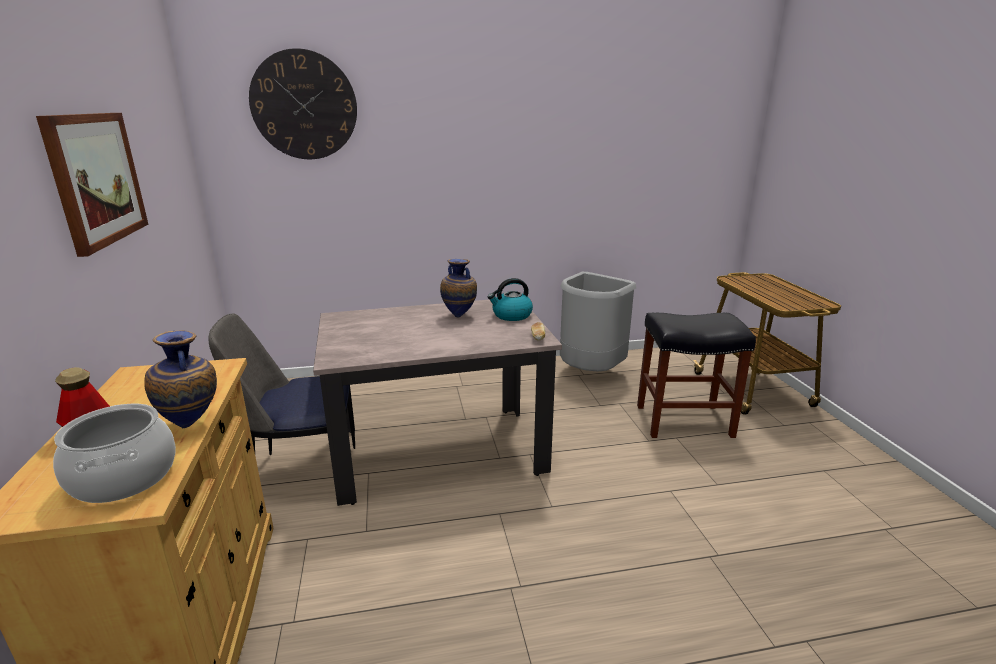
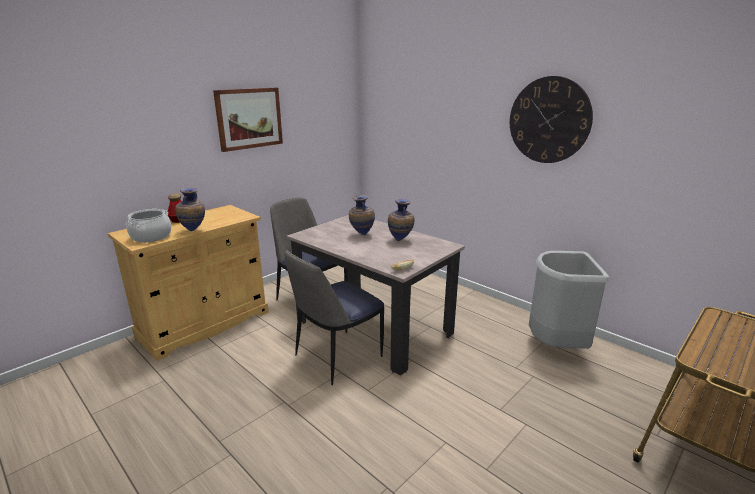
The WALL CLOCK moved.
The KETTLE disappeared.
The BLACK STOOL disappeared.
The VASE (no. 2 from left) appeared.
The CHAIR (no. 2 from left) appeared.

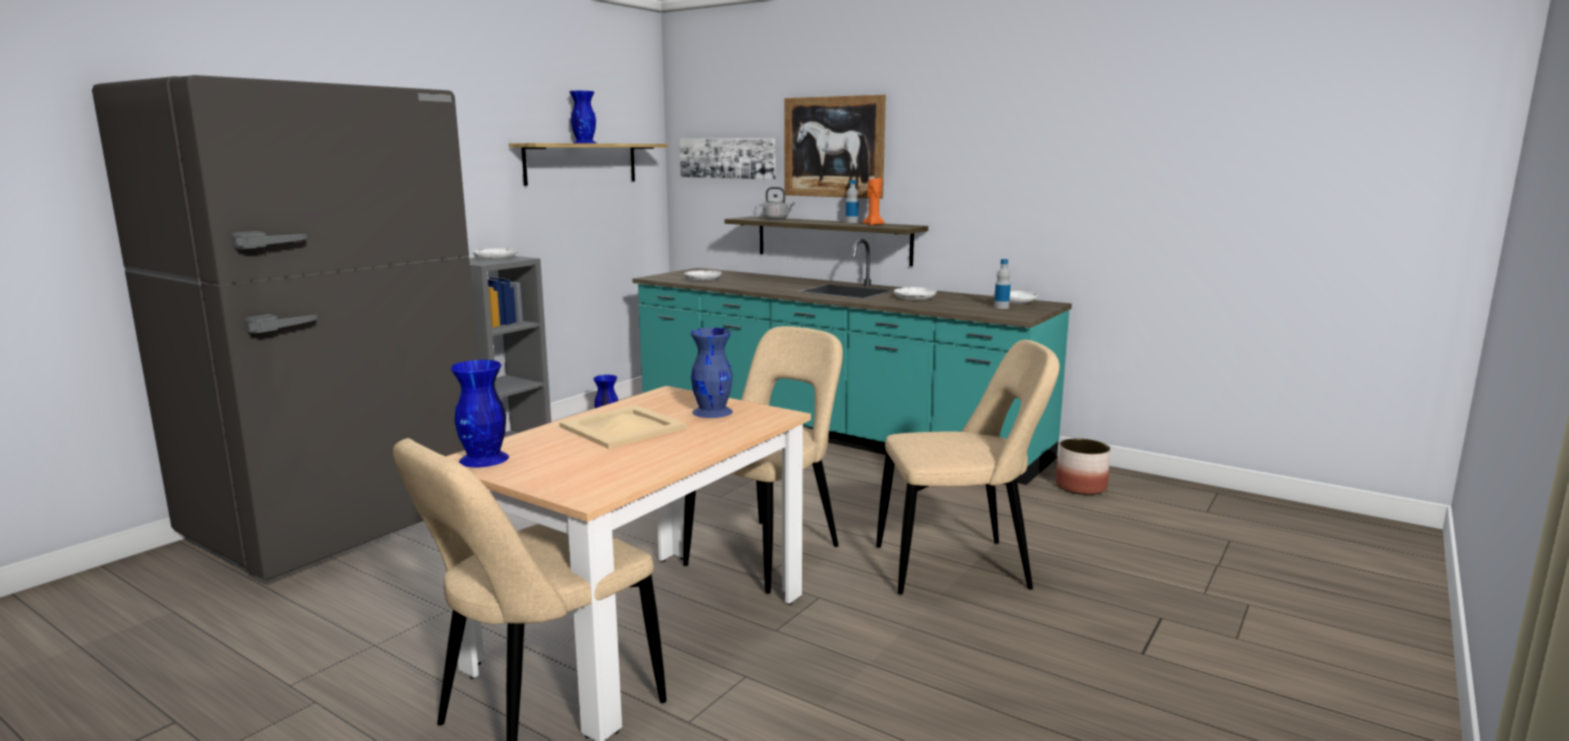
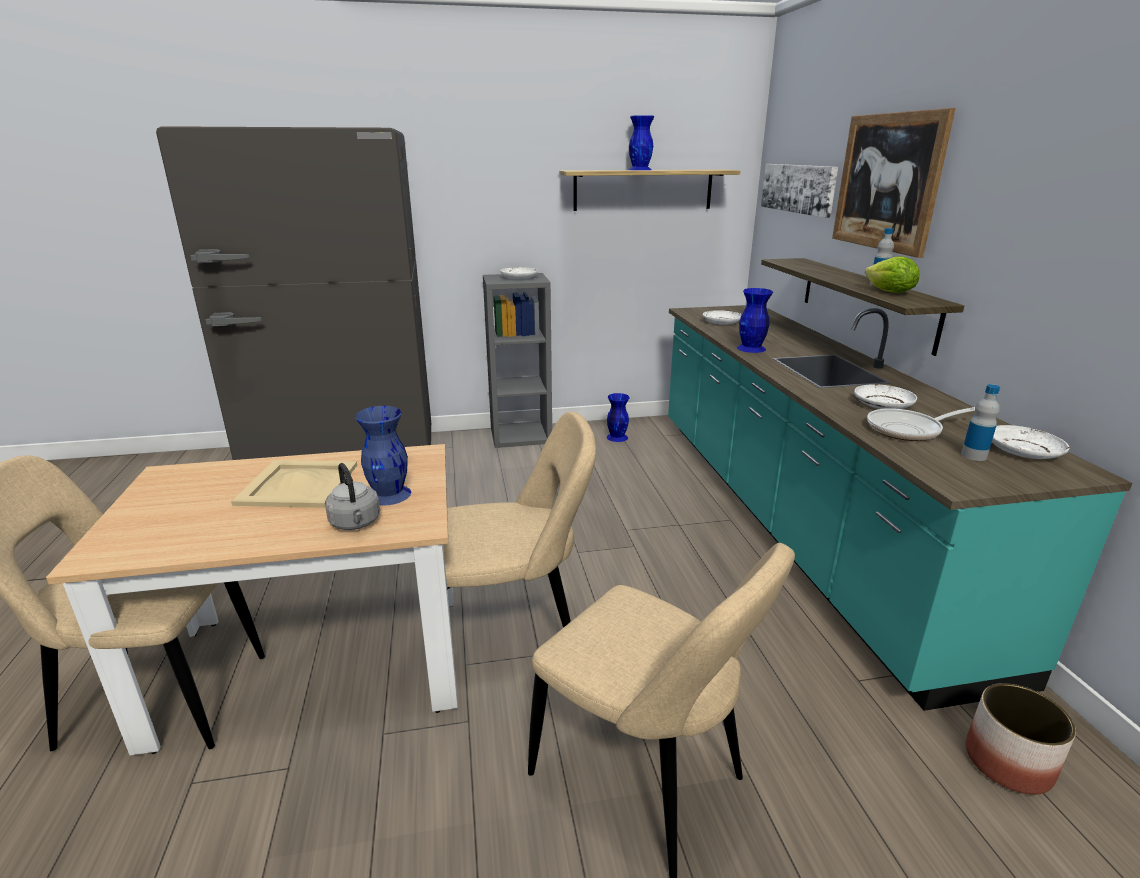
The ORANGE CANDLE was replaced by the LETTUCE.
The GREY KETTLE moved.
The BLUE VASE (no. 1 from left in the first image) moved.
The FRYING PAN appeared.

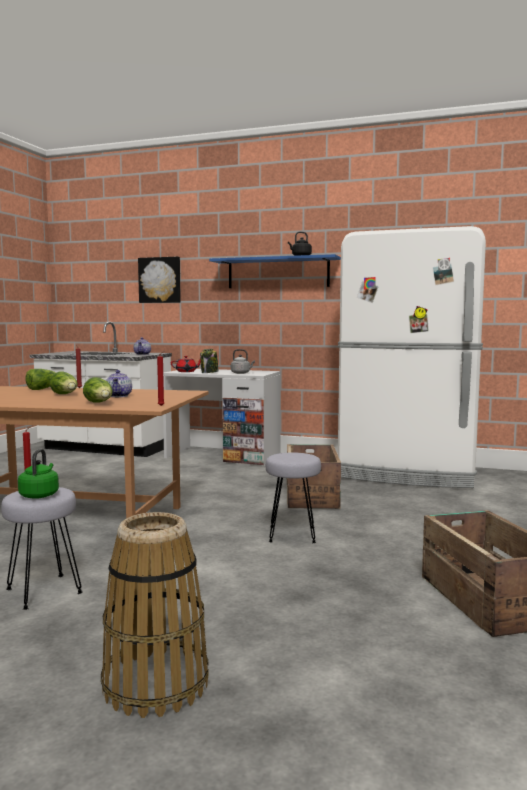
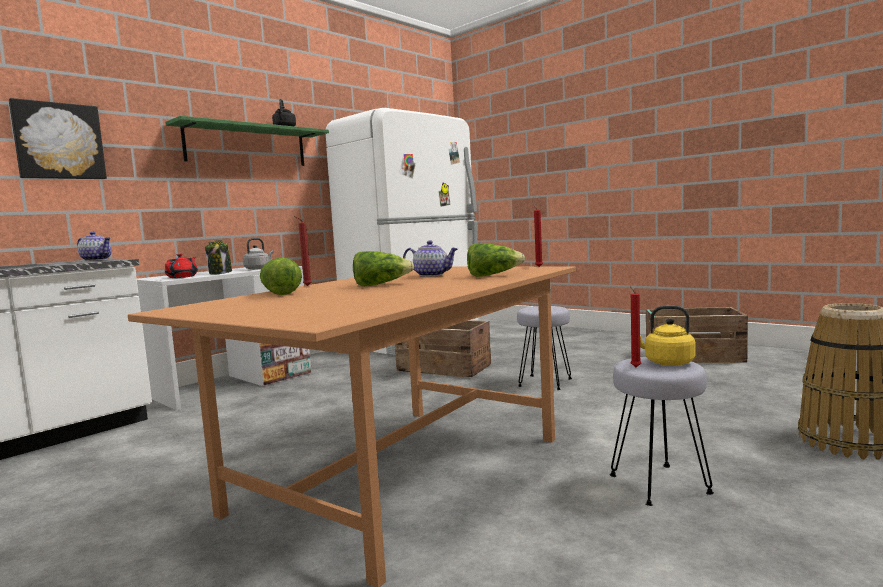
The BLUE SHELF became the GREEN SHELF.
The GREEN KETTLE became the YELLOW KETTLE.

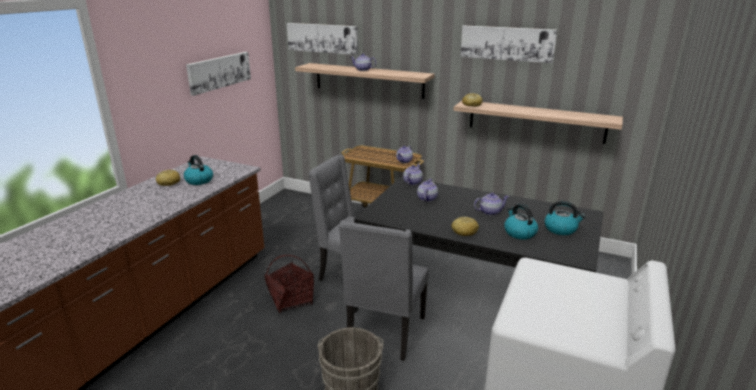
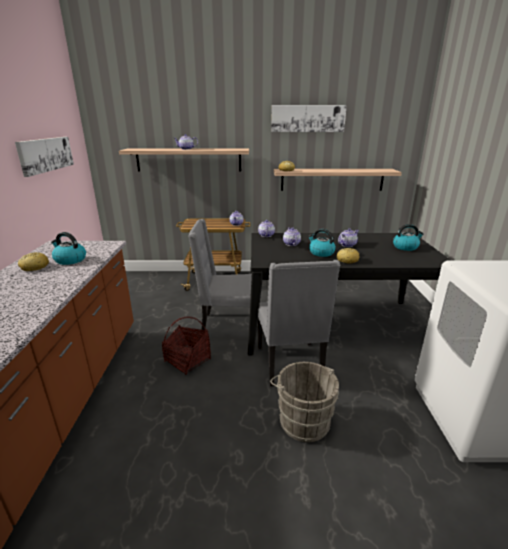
The PICTURE (no. 2 from left) disappeared.
The KETTLE (no. 2 from left) moved.

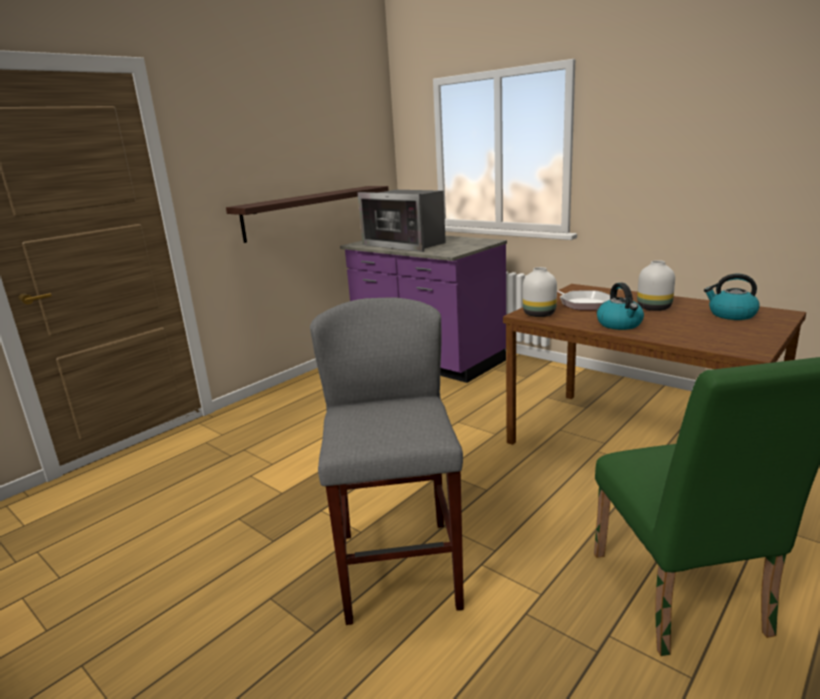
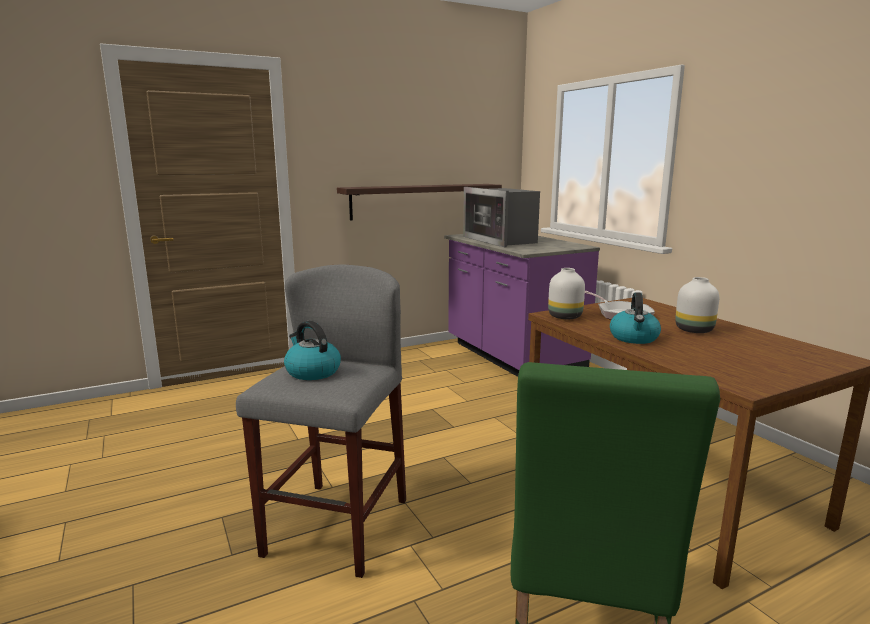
The KETTLE (no. 2 from left in the first image) moved.

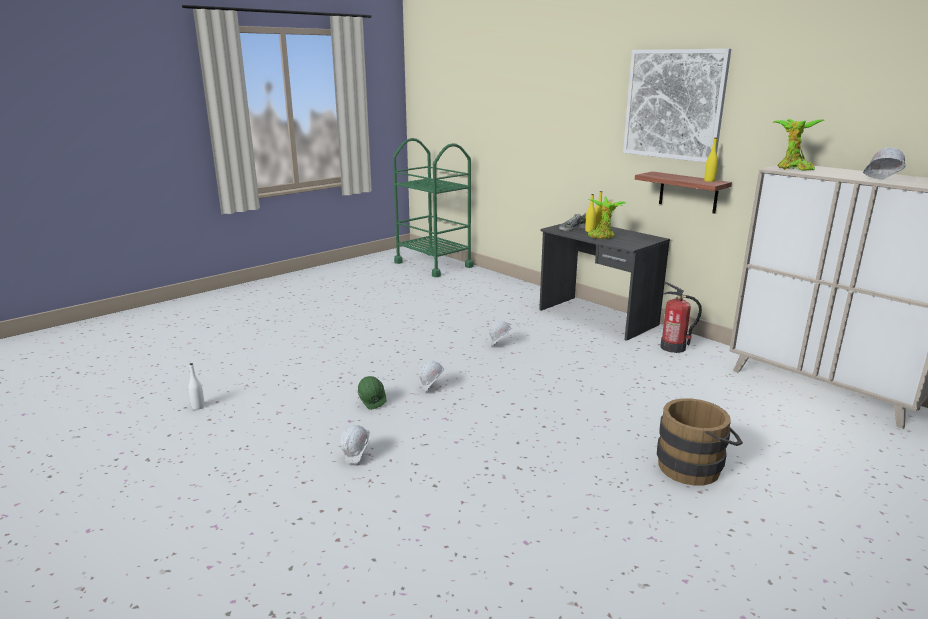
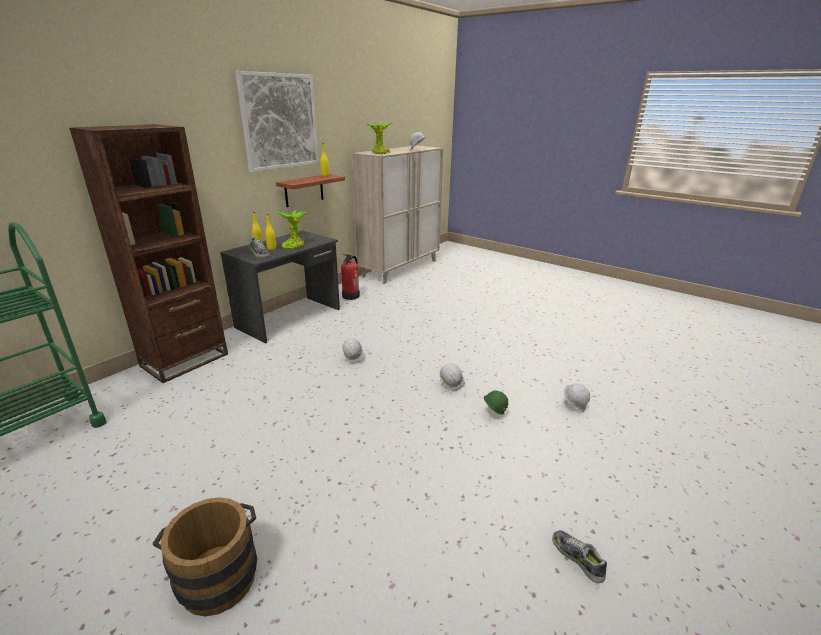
The WHITE BOTTLE was replaced by the SHOE (no. 2 from left).
The BROWN BUCKET moved.
The BROWN BOOKCASE appeared.

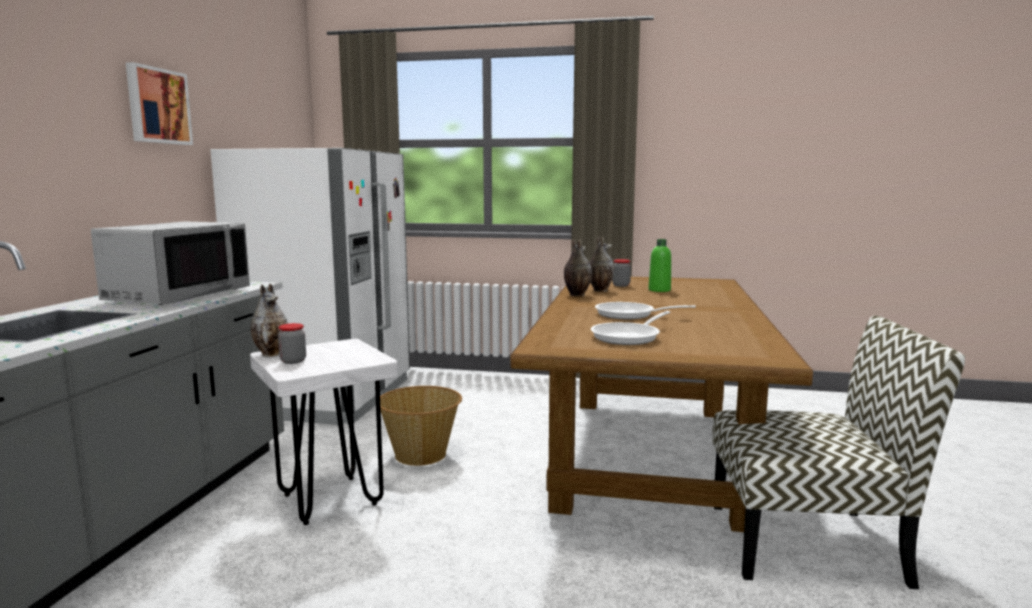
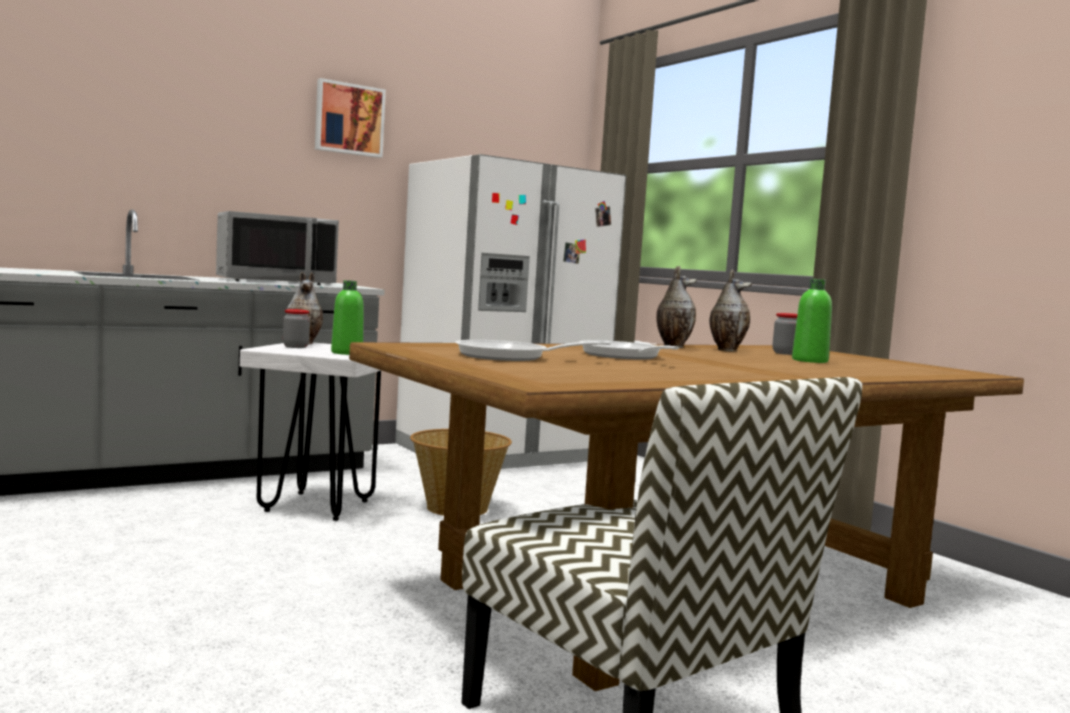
The GREEN BOTTLE (no. 1 from left) appeared.

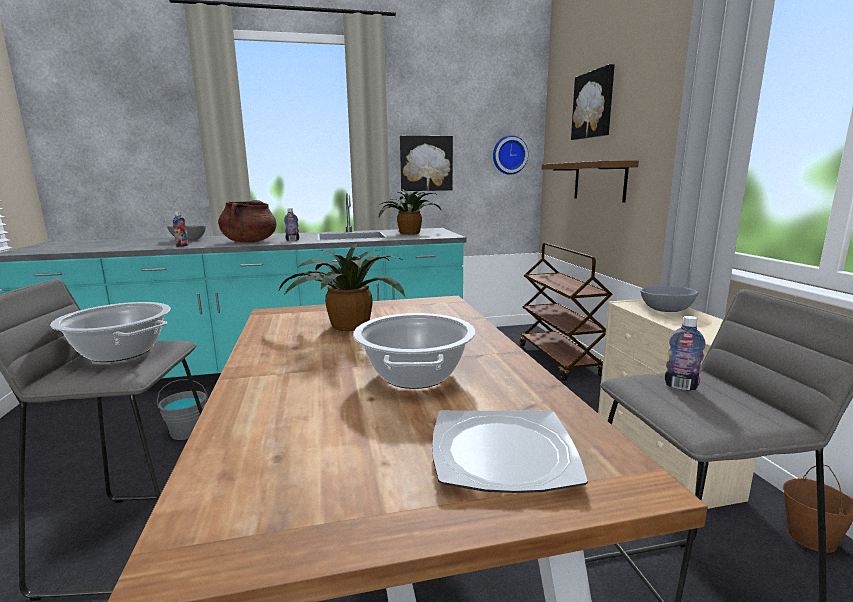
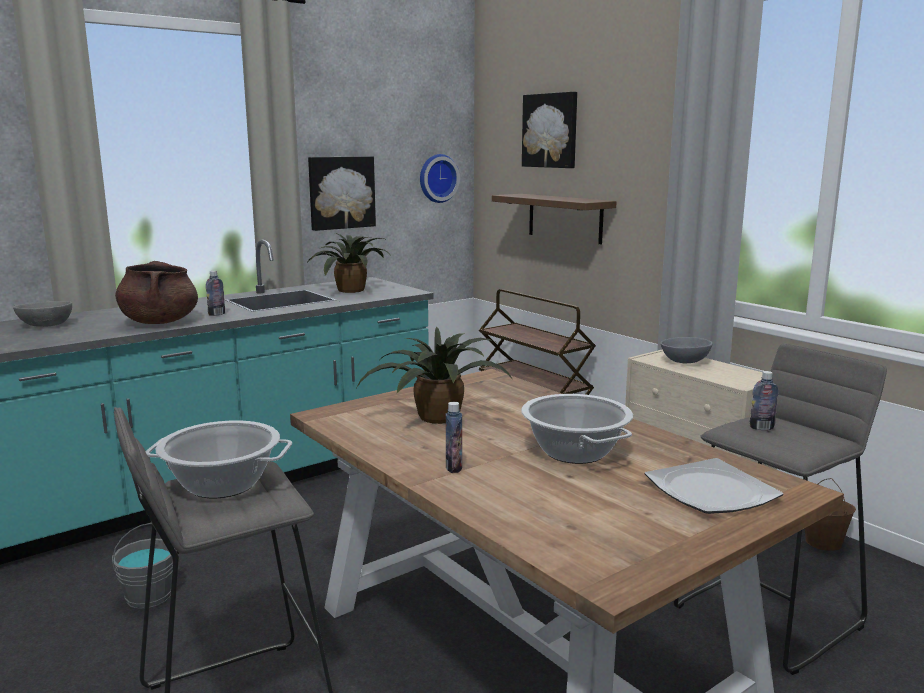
The BOTTLE (no. 1 from left in the first image) moved.

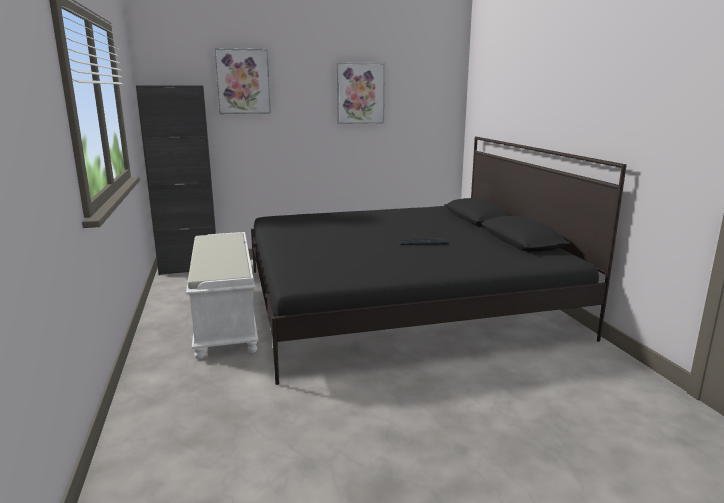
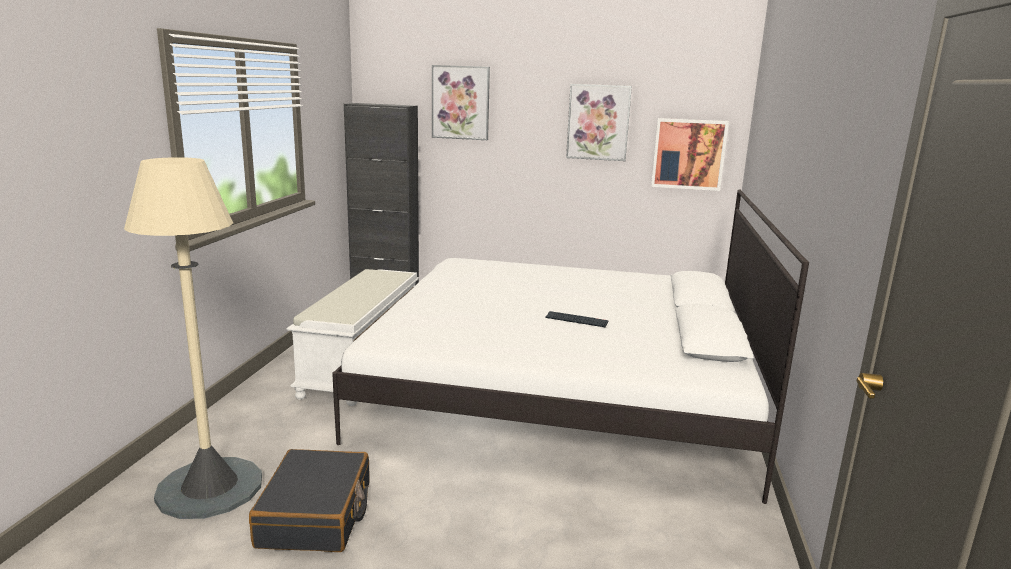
The BLACK BED became the WHITE BED.
The PICTURE (no. 3 from left) appeared.
The BEIGE FLOOR LAMP appeared.
The BLACK SUITCASE appeared.

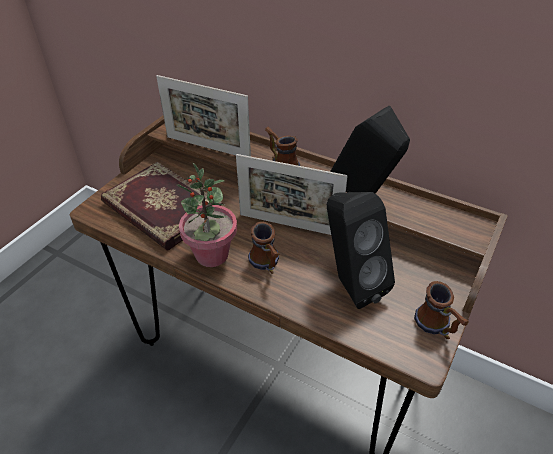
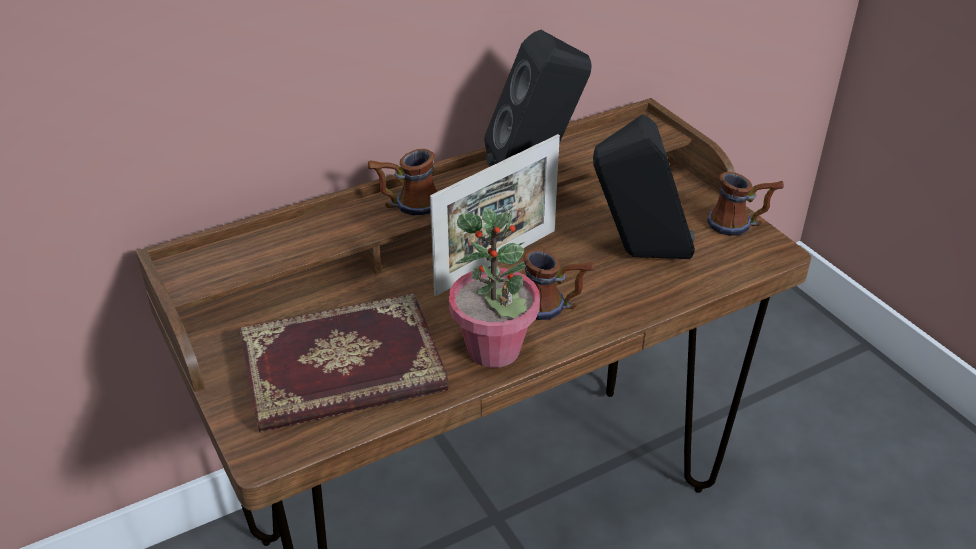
The PICTURE FRAME (no. 1 from left) disappeared.

